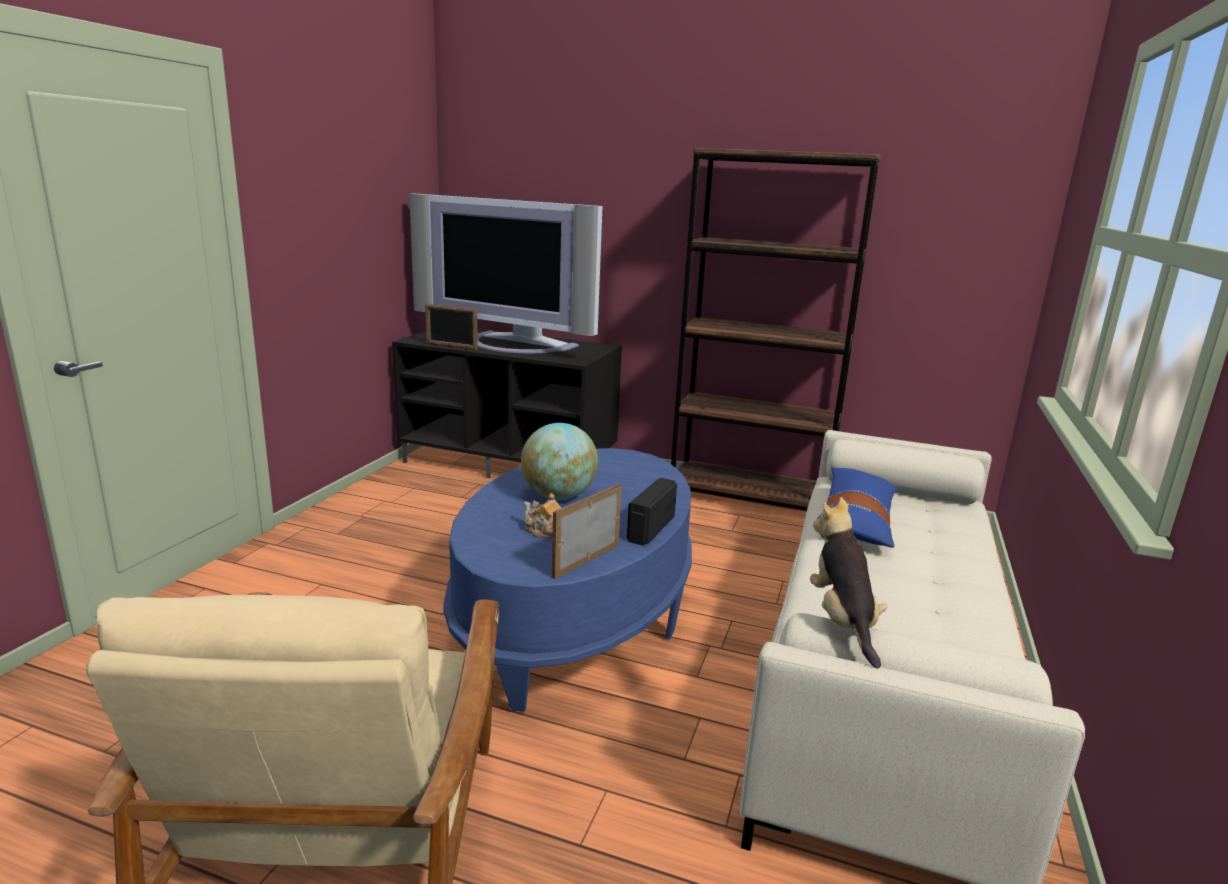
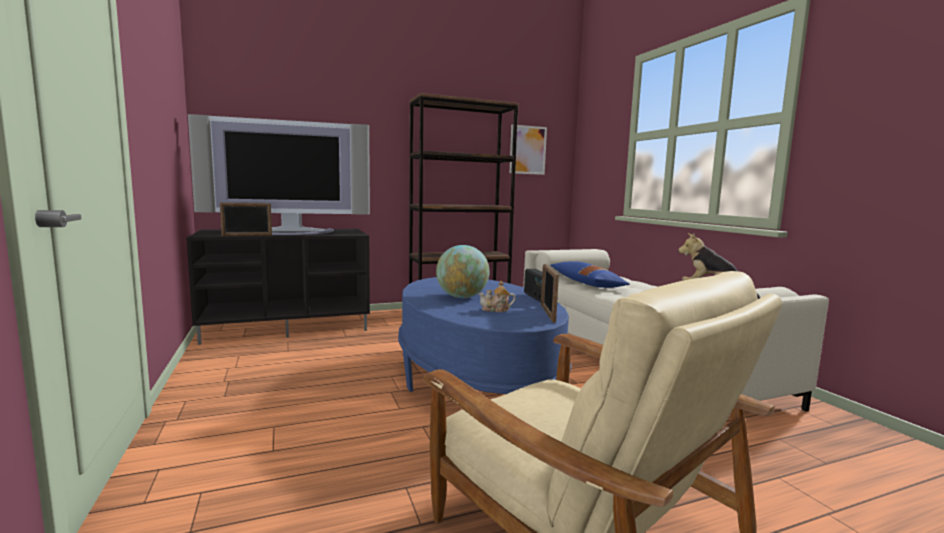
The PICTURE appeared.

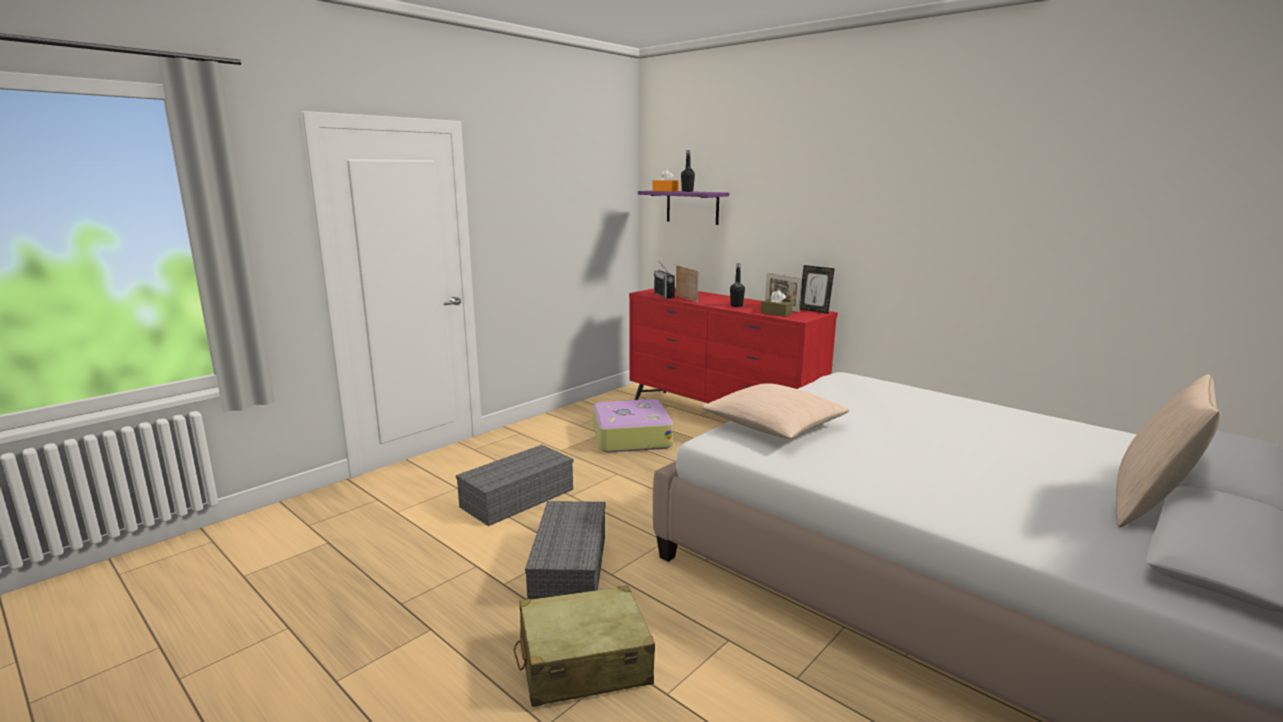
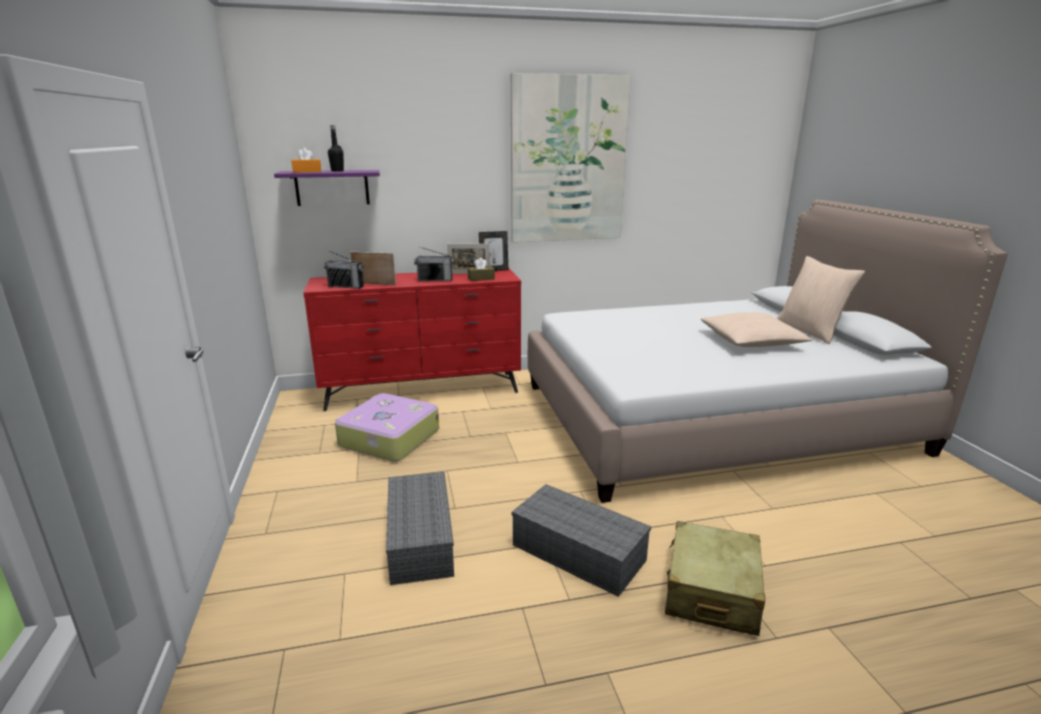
The BLACK BOTTLE (no. 2 from left) was replaced by the RADIO (no. 2 from left).
The BEIGE PILLOW (no. 1 from left) moved.
The PICTURE appeared.

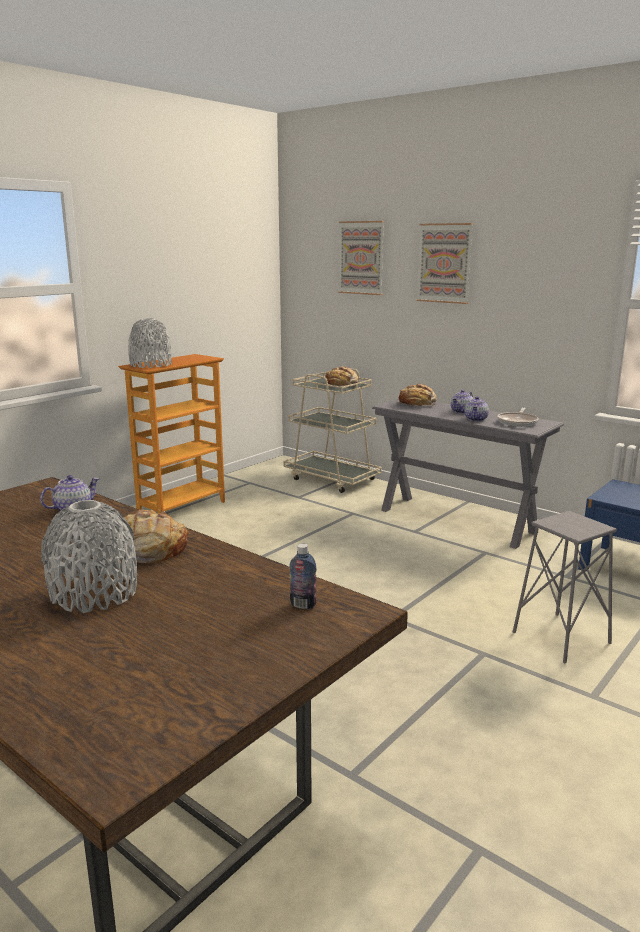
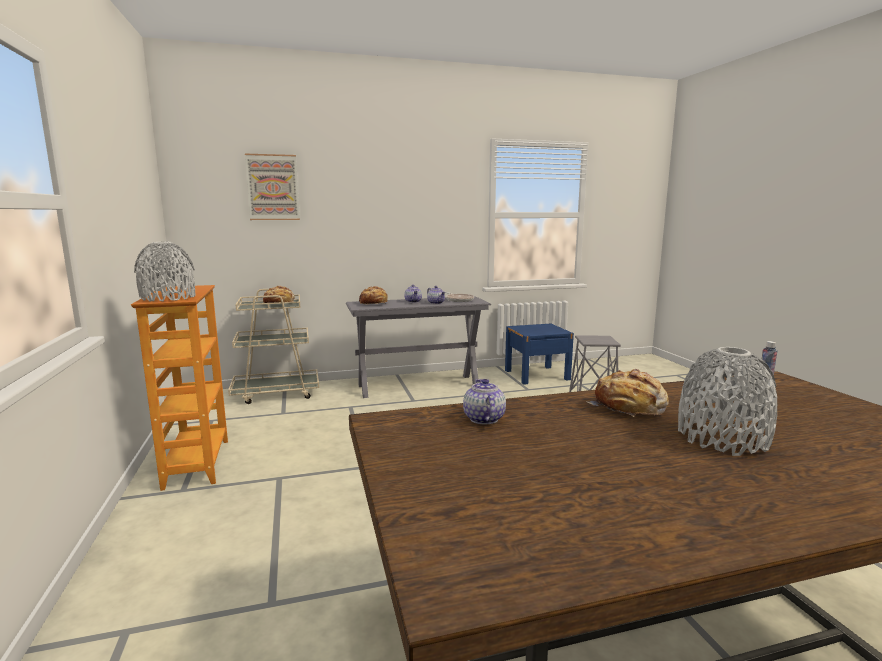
The PICTURE (no. 2 from left) disappeared.

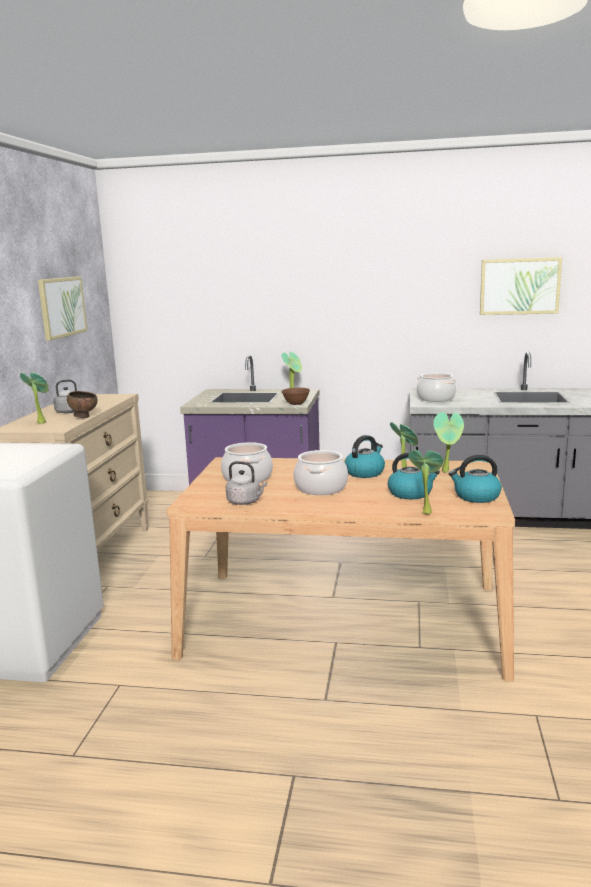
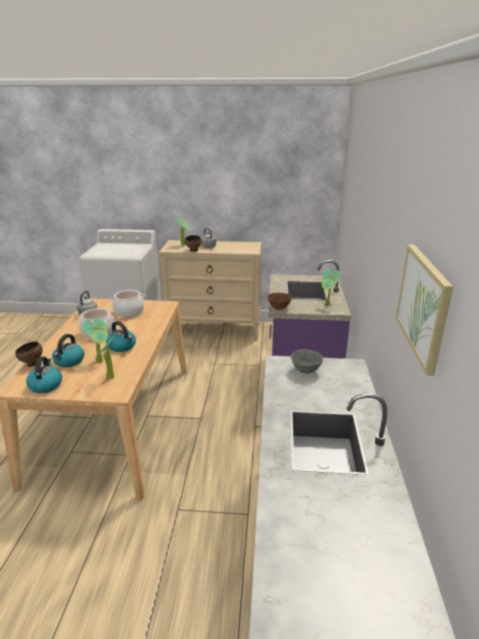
The PICTURE (no. 1 from left) disappeared.
The COOKING POT (no. 3 from left) was replaced by the GREY BOWL.
The POTTED PLANT (no. 4 from left) was replaced by the BROWN BOWL (no. 1 from left).

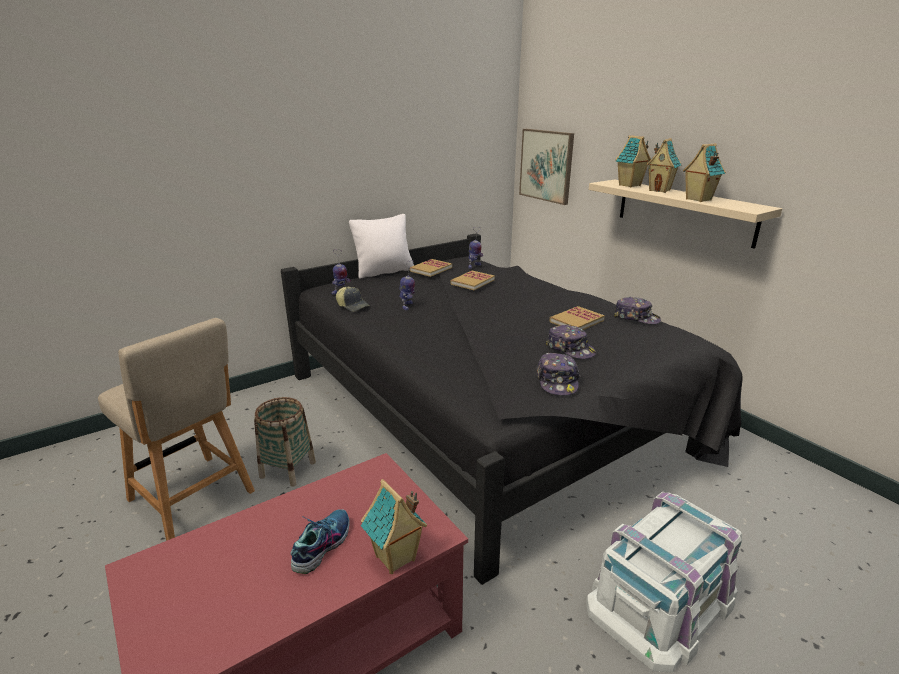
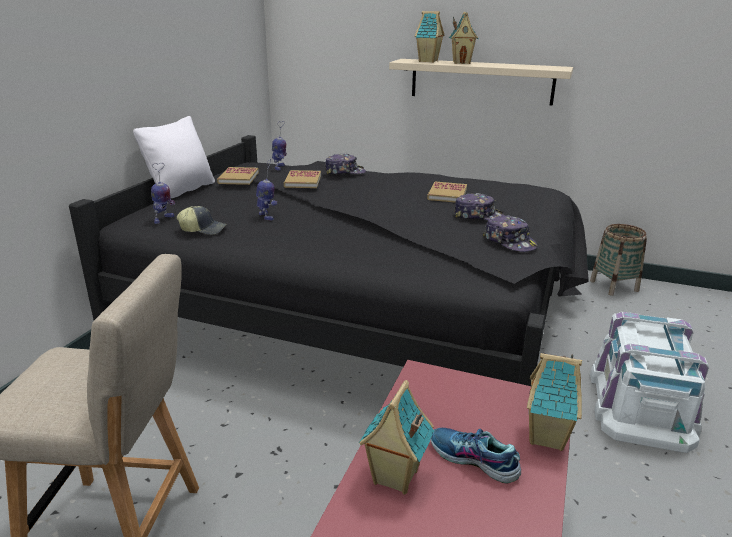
The PICTURE disappeared.
The TOY HOUSE (no. 4 from left in the first image) moved.
The CAP (no. 4 from left in the first image) moved.
The BASKET moved.
The SHOE turned 45 degrees counterclockwise.

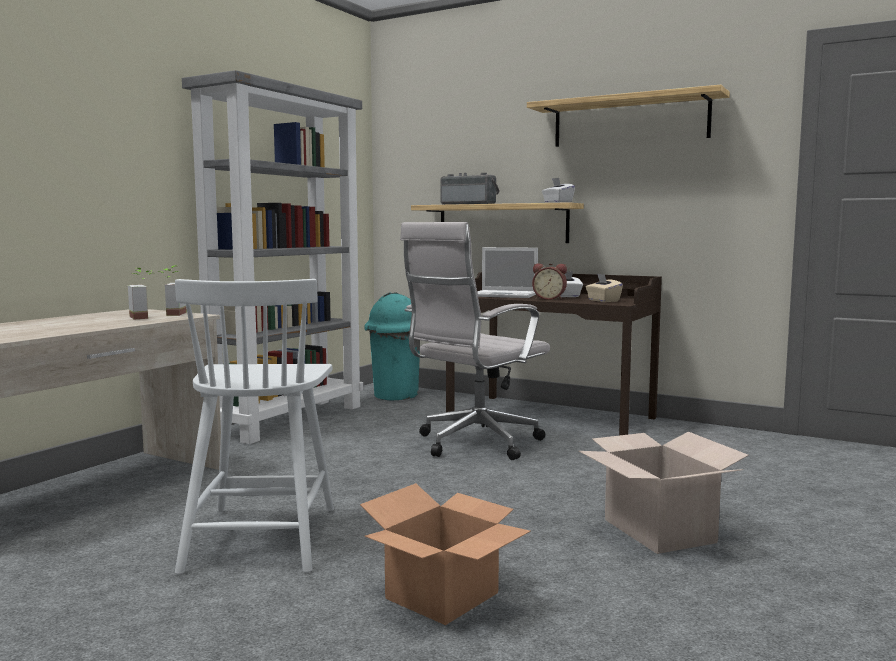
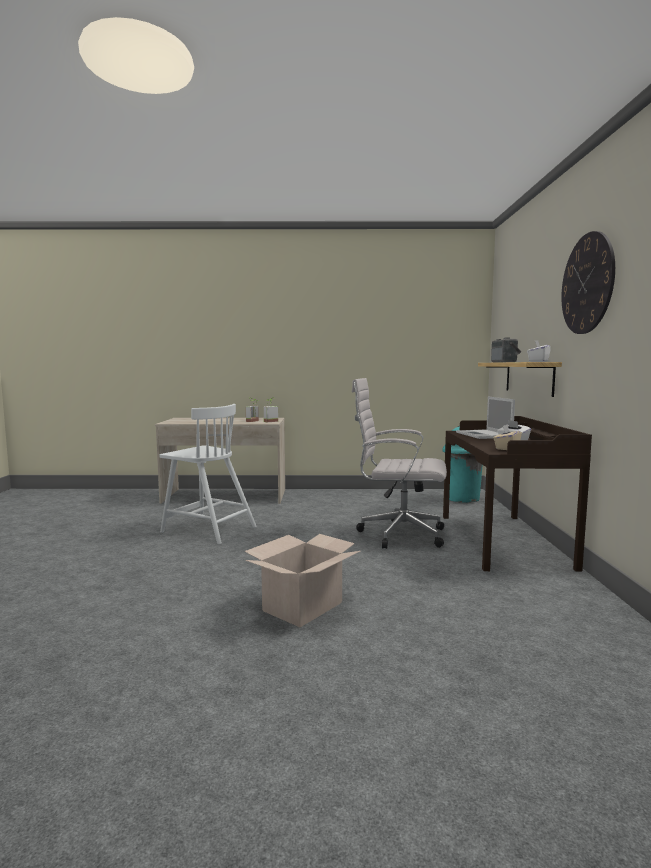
The GREY BOOKCASE disappeared.
The SHELF (no. 2 from left) was replaced by the WALL CLOCK.
The ALARM CLOCK disappeared.
The WHITE CHAIR turned 120 degrees counterclockwise.
The CARDBOARD BOX (no. 1 from left) disappeared.

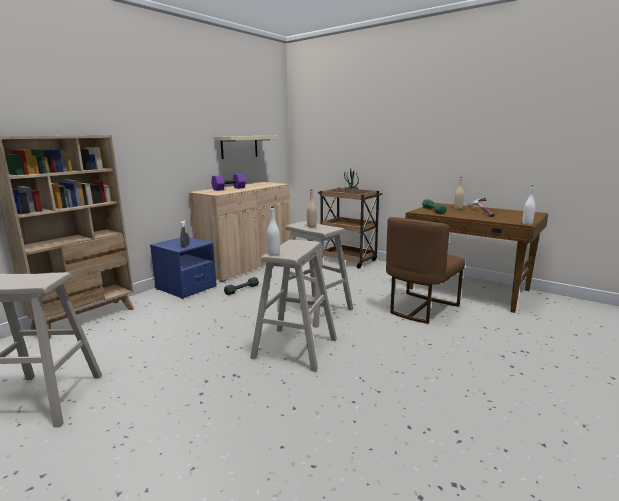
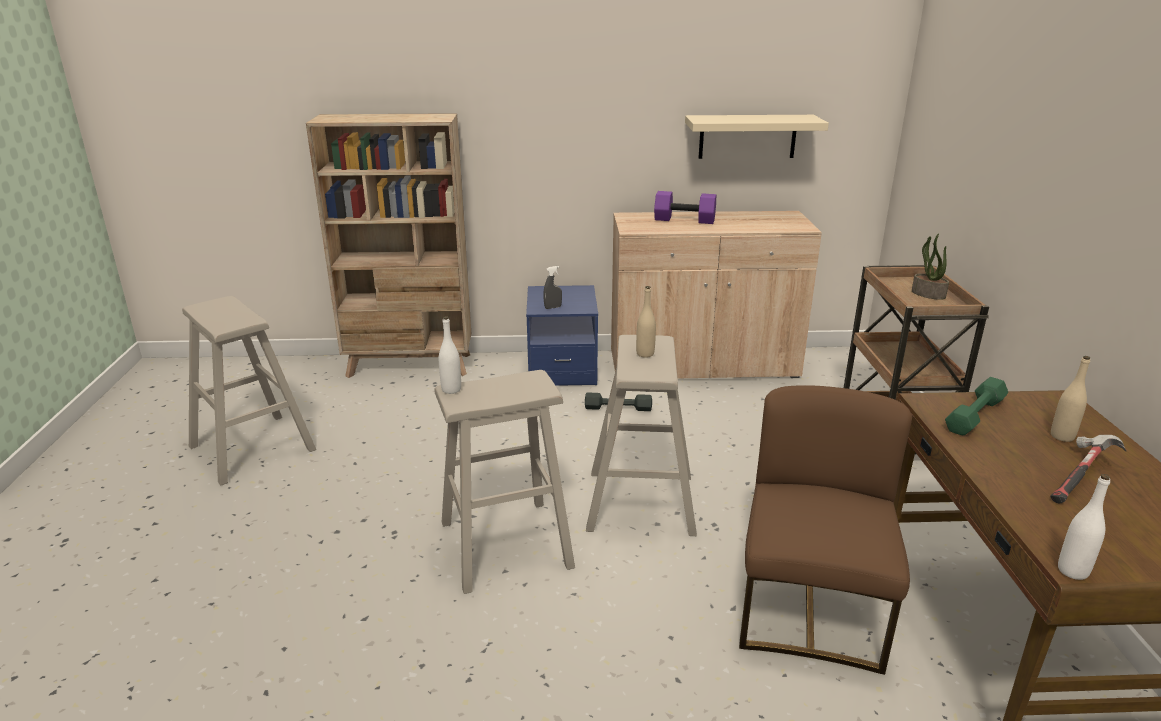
The BROWN CHAIR turned 105 degrees clockwise.

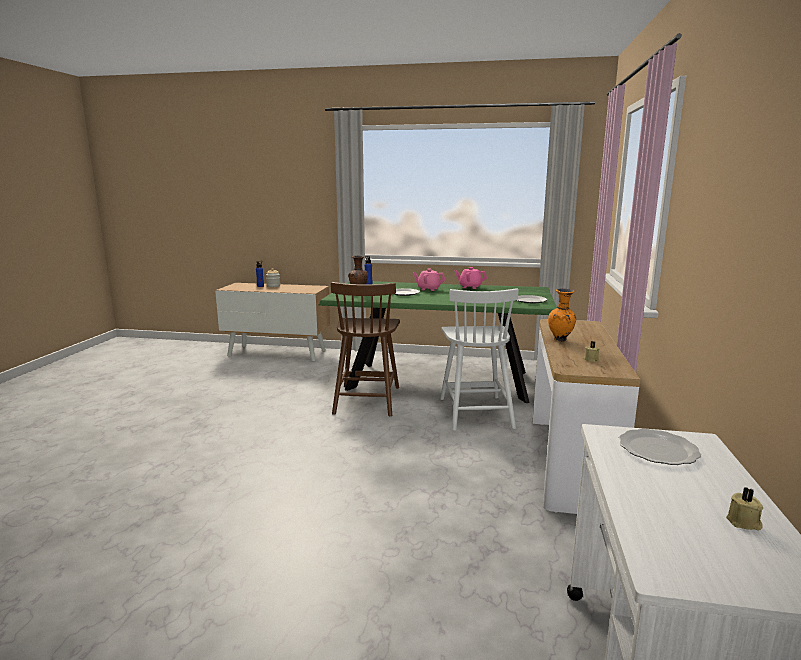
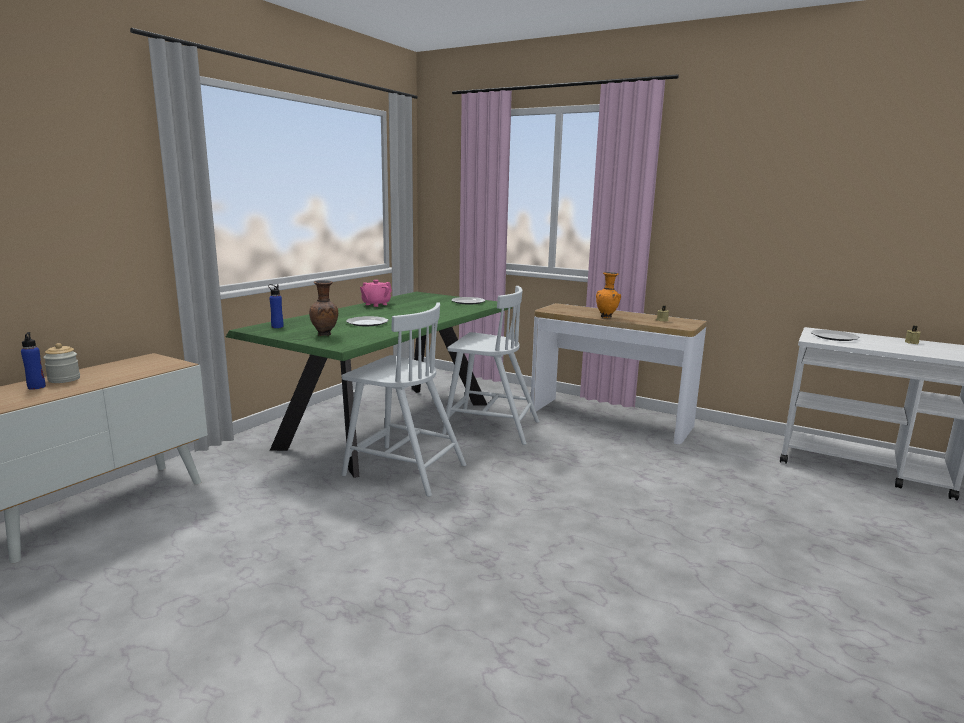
The PINK TEAPOT (no. 1 from left) disappeared.
The BROWN CHAIR became the WHITE CHAIR (no. 1 from left).

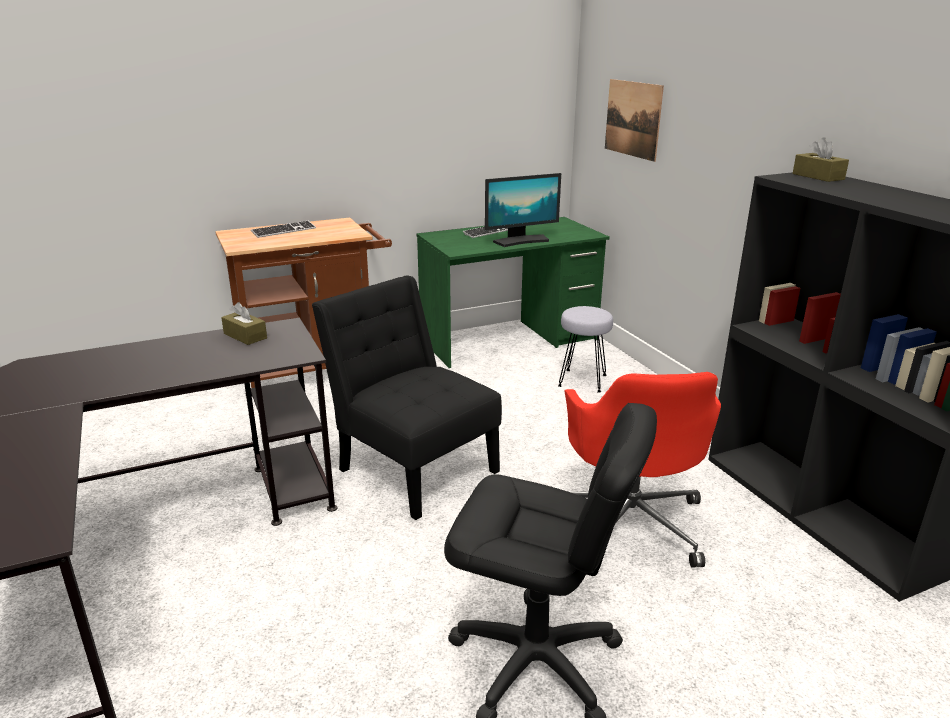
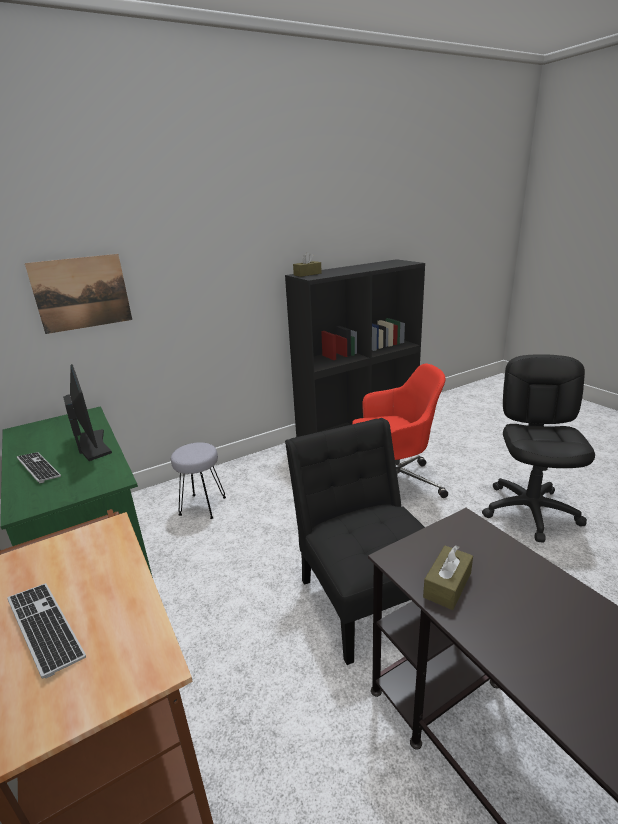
The BLACK CHAIR turned 120 degrees clockwise.

